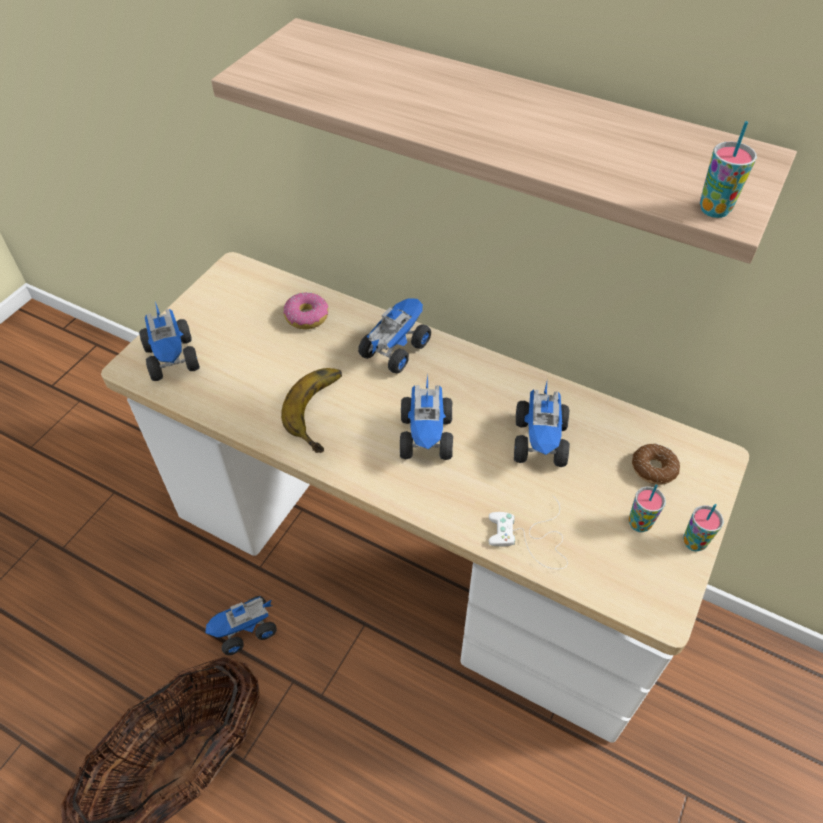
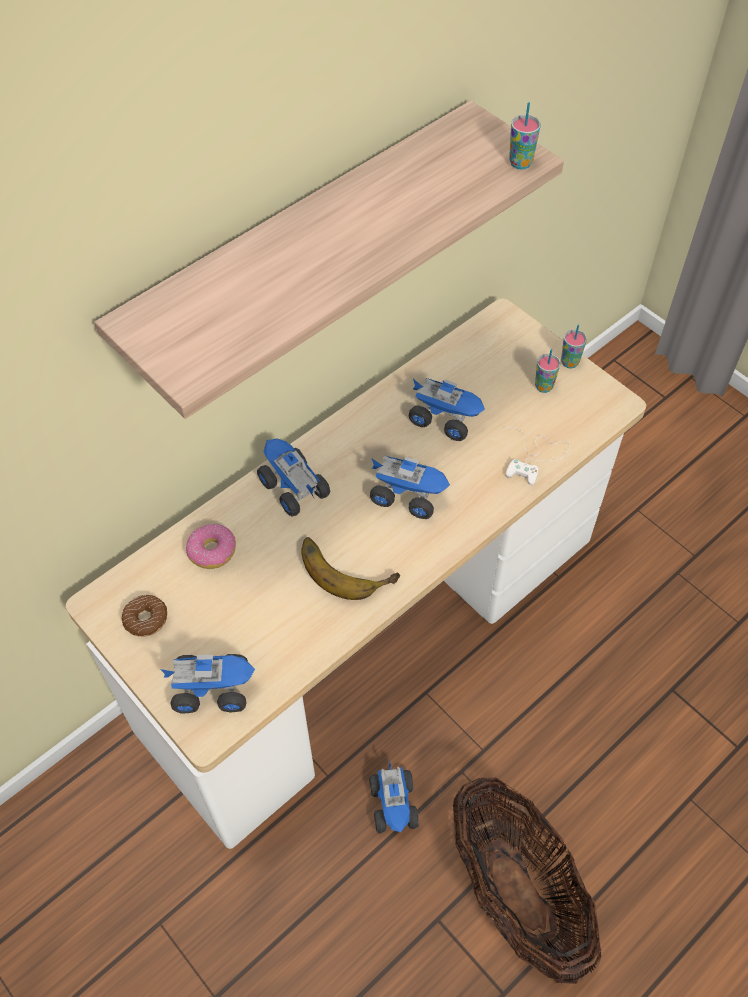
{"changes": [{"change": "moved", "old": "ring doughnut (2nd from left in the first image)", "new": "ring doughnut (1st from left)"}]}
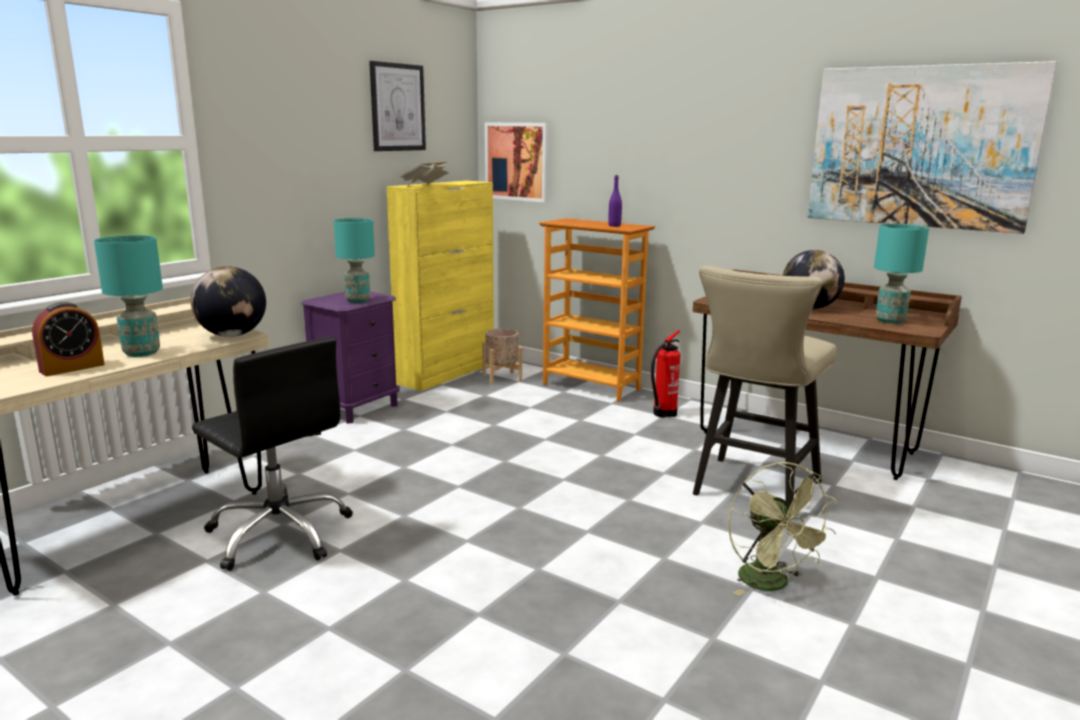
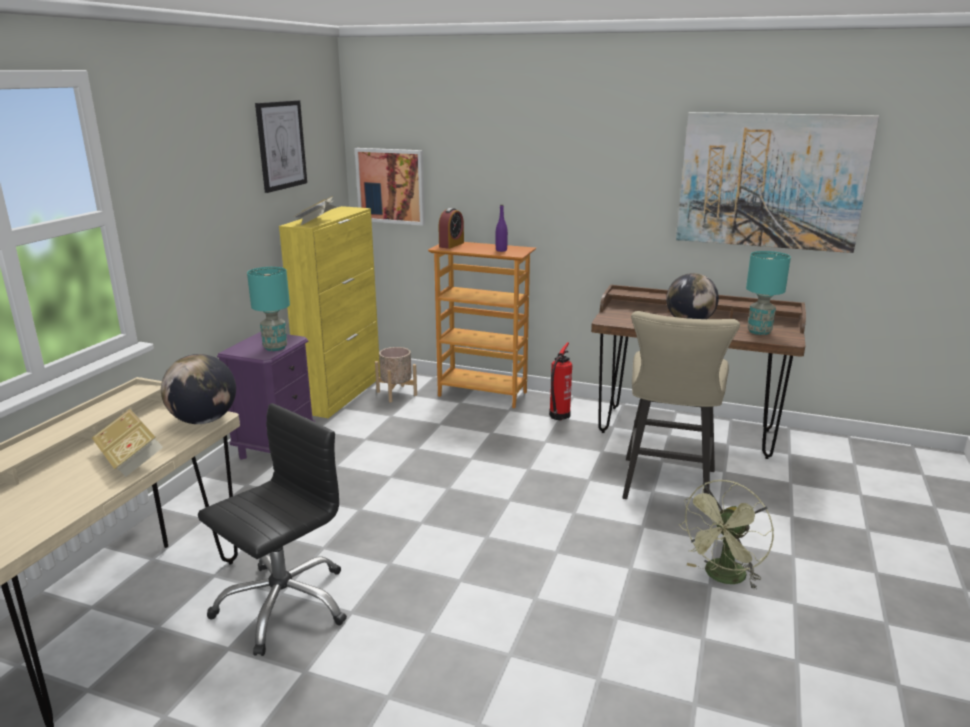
{"changes": [{"change": "moved", "old": "bedside clock"}, {"change": "replaced", "old": "turquoise-coloured lamp for a table (1st from left)", "new": "book (1st from left)"}, {"change": "turned", "old": "blackish office chair", "degrees": -75}, {"change": "turned", "old": "green-coloured cooling fan", "degrees": 75}]}
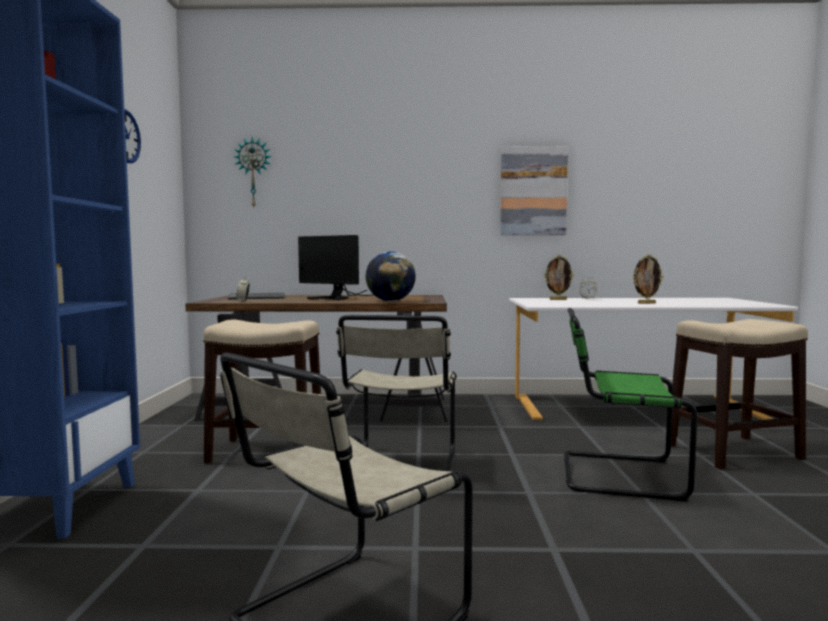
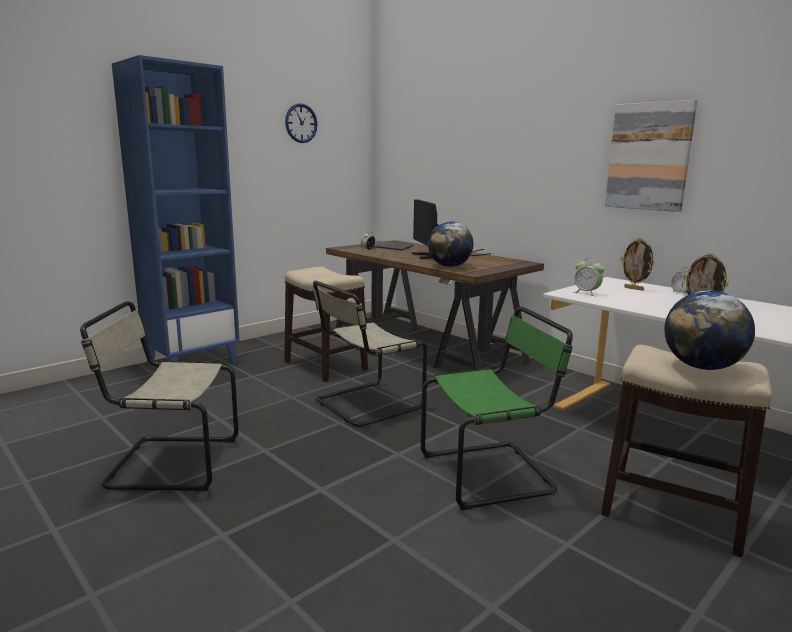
{"changes": [{"change": "removed", "old": "wall clock (2nd from left)"}, {"change": "added", "new": "bedside clock (2nd from left)"}, {"change": "added", "new": "desk globe (2nd from left)"}, {"change": "turned", "old": "green-coloured chair", "degrees": 105}]}
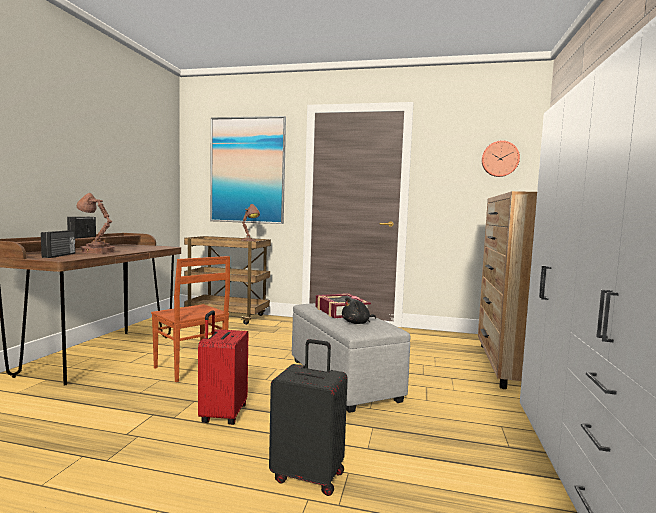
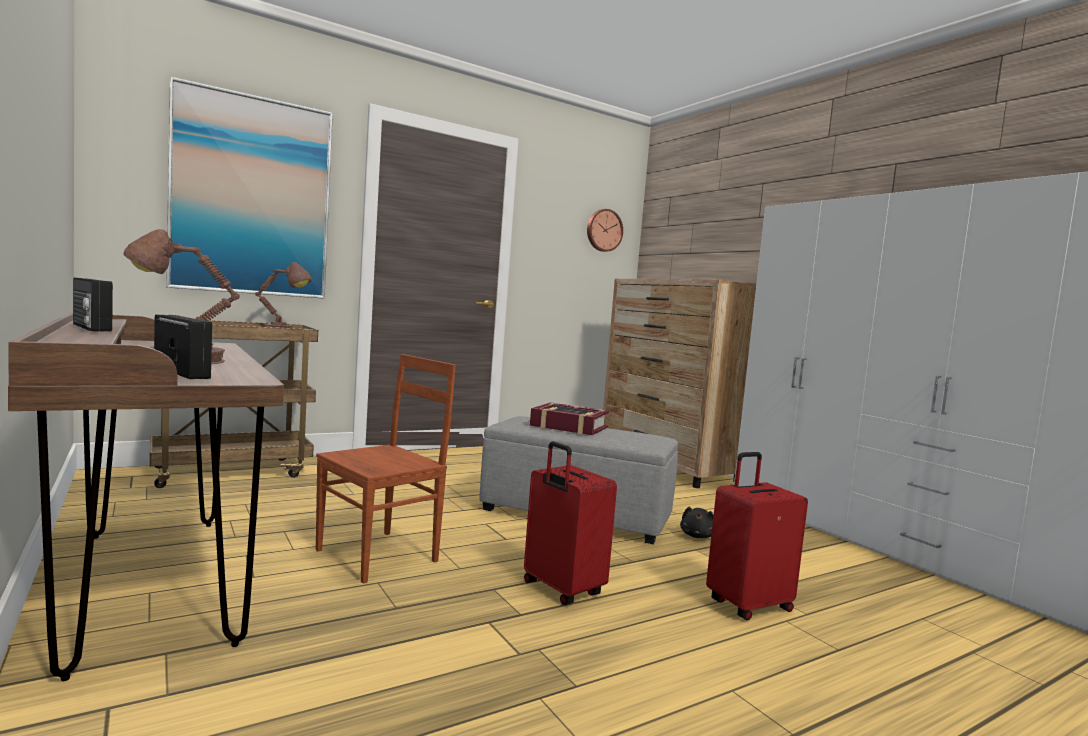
{"changes": [{"change": "moved", "old": "blackish plush toy"}, {"change": "recoloured", "old": "blackish piece of luggage", "new": "red piece of luggage (2nd from left)"}, {"change": "turned", "old": "brown-coloured chair", "degrees": -45}]}
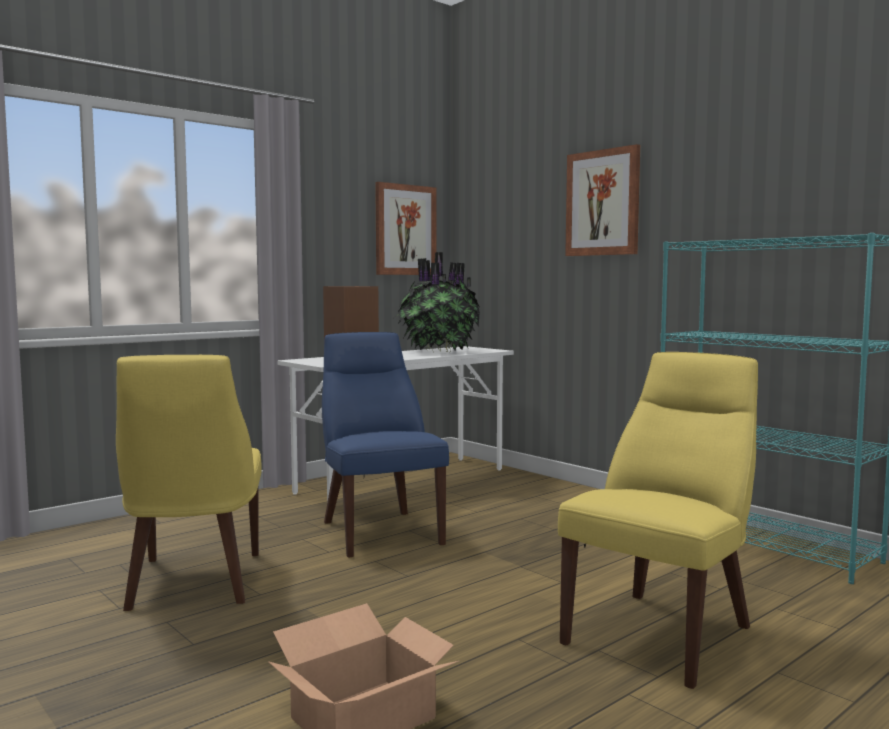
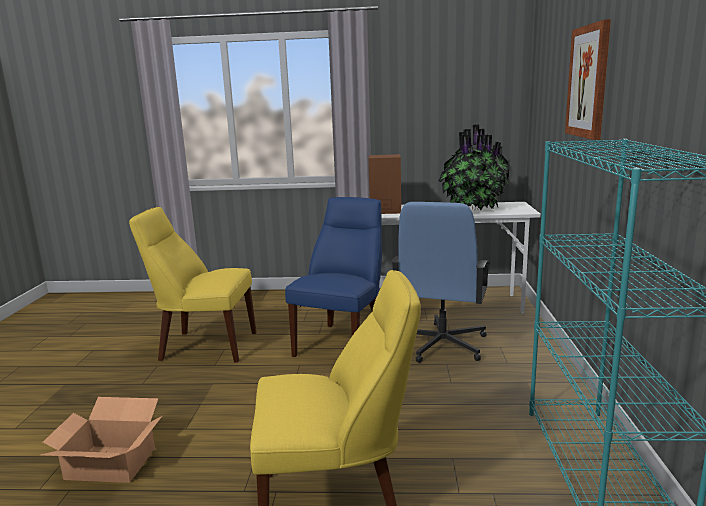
{"changes": [{"change": "removed", "old": "wall picture (1st from left)"}, {"change": "added", "new": "blue office chair"}, {"change": "turned", "old": "yellow chair (1st from left)", "degrees": 60}]}
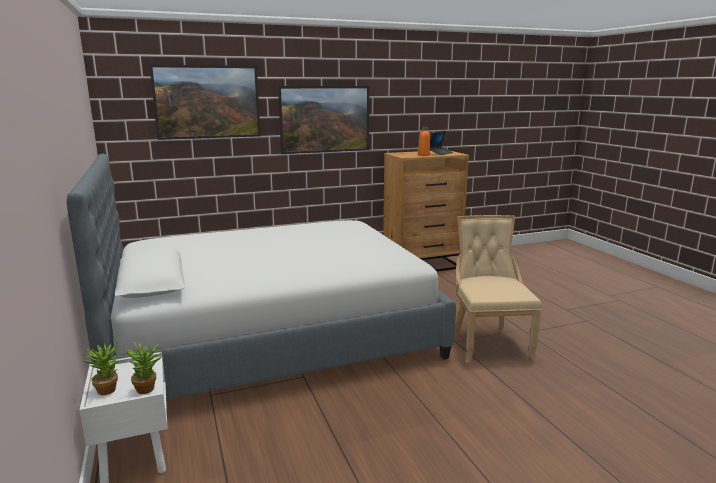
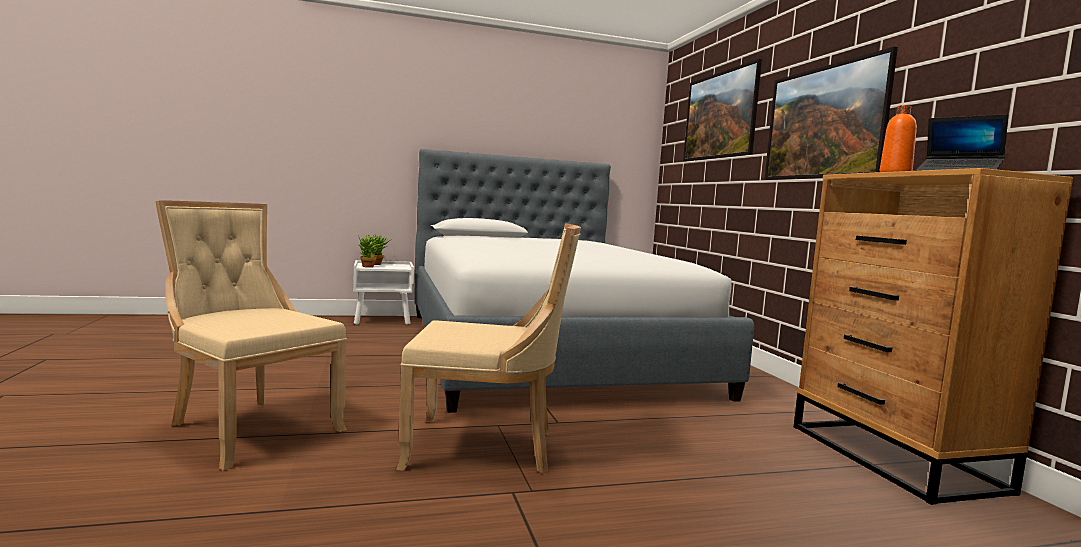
{"changes": [{"change": "added", "new": "beige-coloured chair (1st from left)"}]}
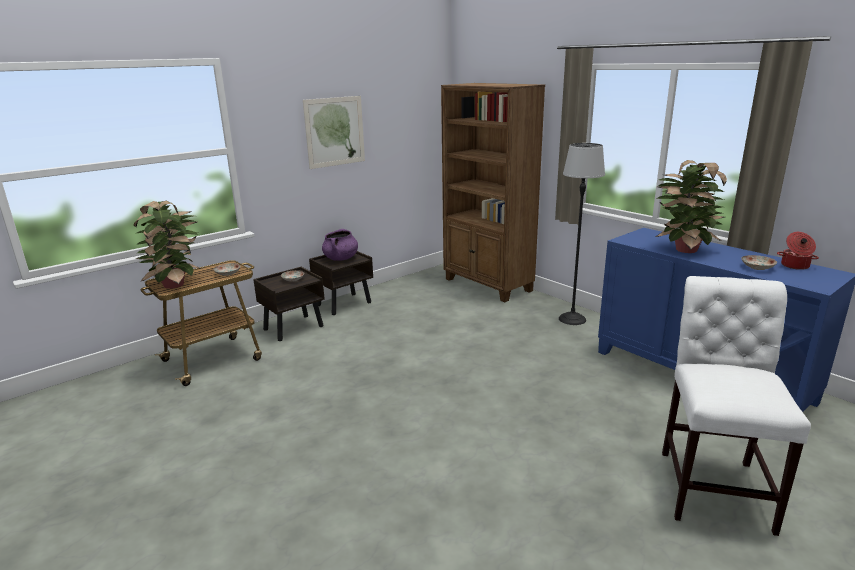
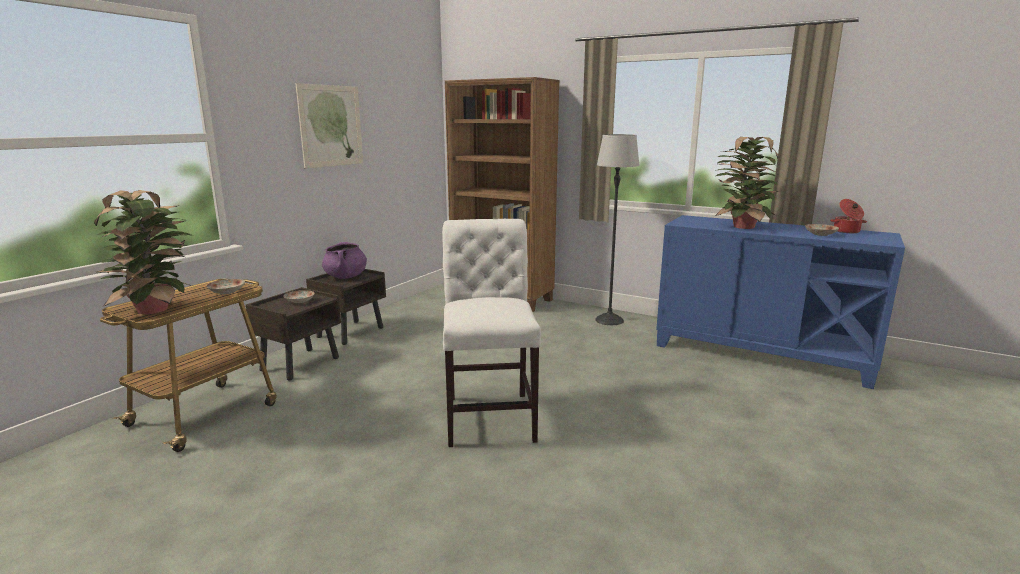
{"changes": [{"change": "moved", "old": "whitish chair"}]}
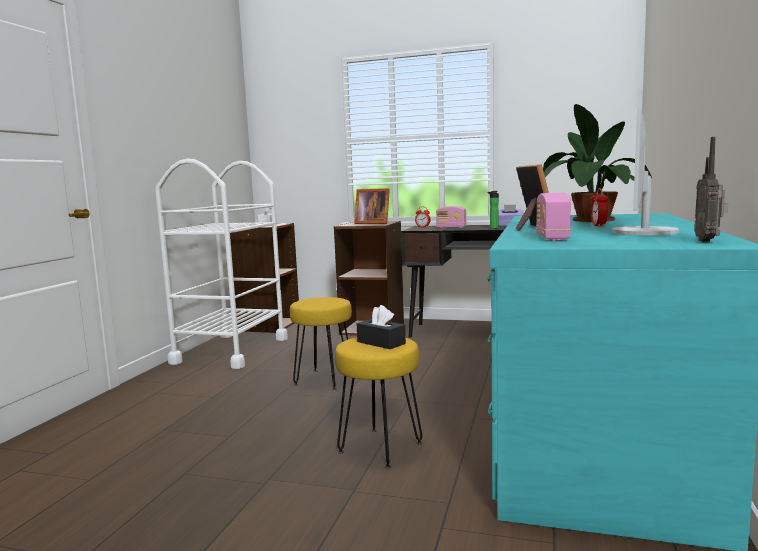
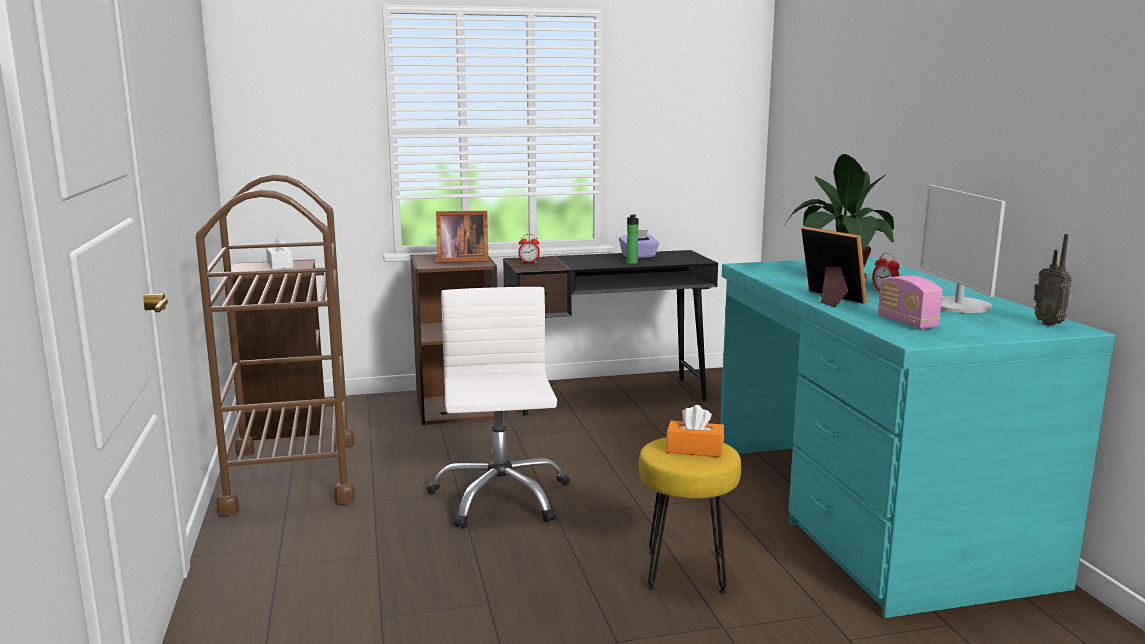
{"changes": [{"change": "removed", "old": "radio (1st from left)"}, {"change": "replaced", "old": "yellow stool (1st from left)", "new": "whitish office chair"}, {"change": "recoloured", "old": "whitish trolley", "new": "brown-coloured trolley"}, {"change": "recoloured", "old": "blackish box of tissues", "new": "orange box of tissues"}]}
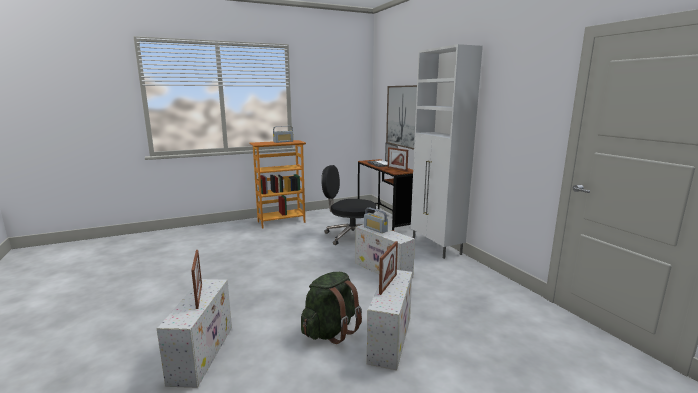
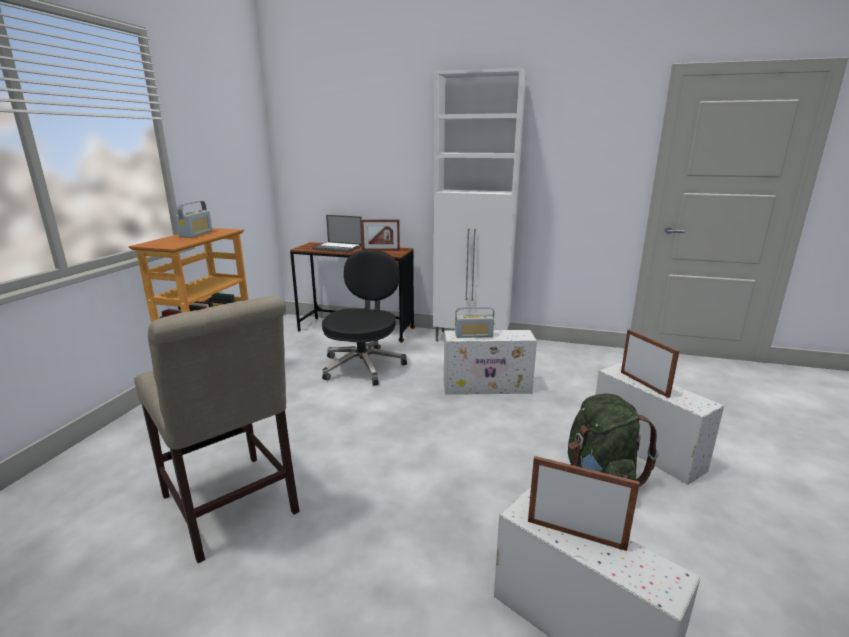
{"changes": [{"change": "removed", "old": "wall picture"}, {"change": "added", "new": "beige-coloured chair"}, {"change": "turned", "old": "blackish office chair", "degrees": 135}]}
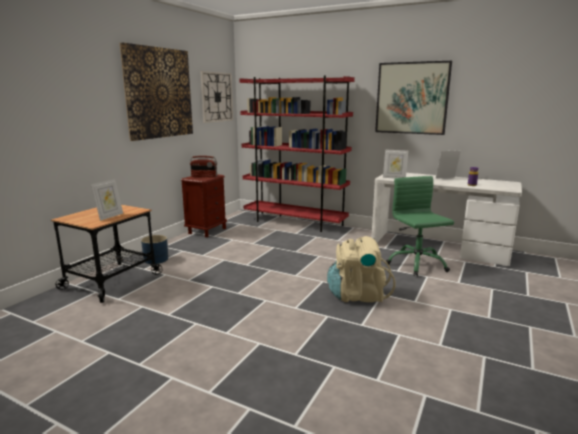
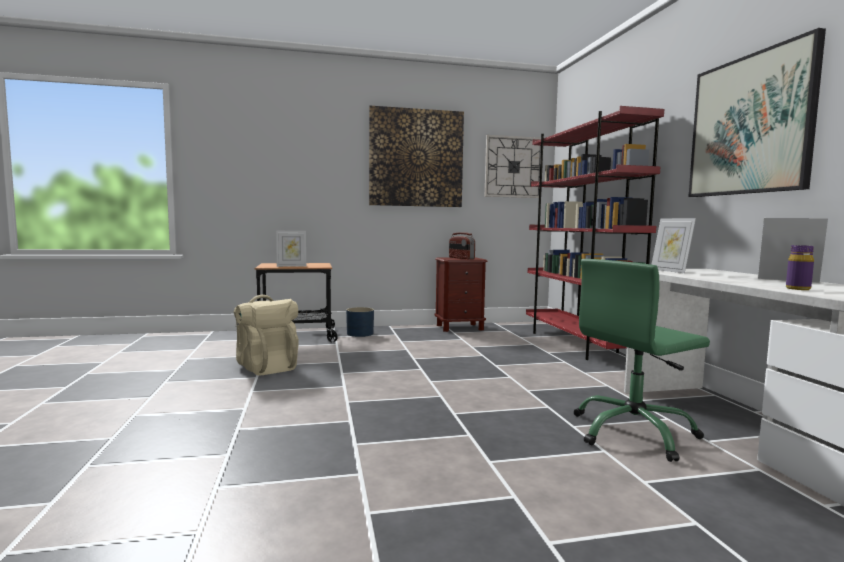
{"changes": [{"change": "moved", "old": "beige-coloured backpack"}, {"change": "turned", "old": "green-coloured office chair", "degrees": -150}]}
